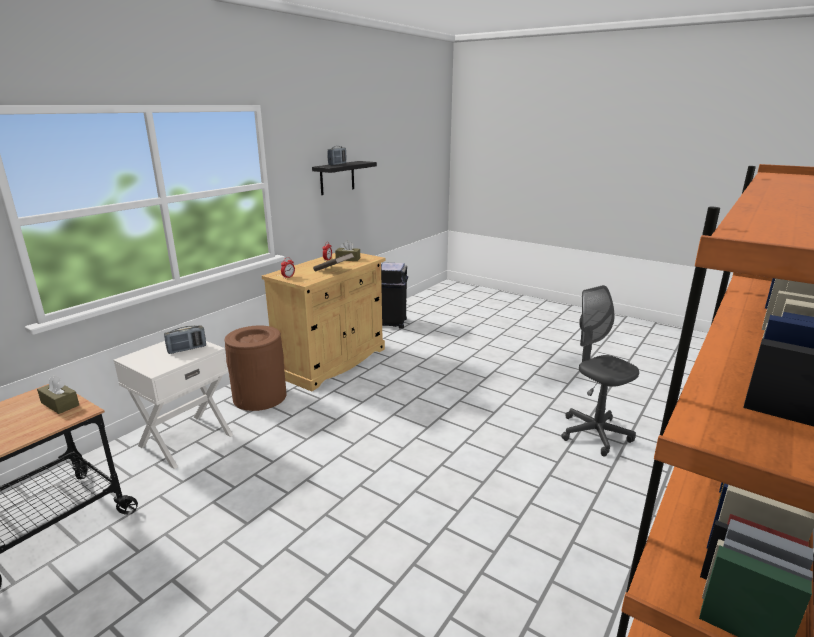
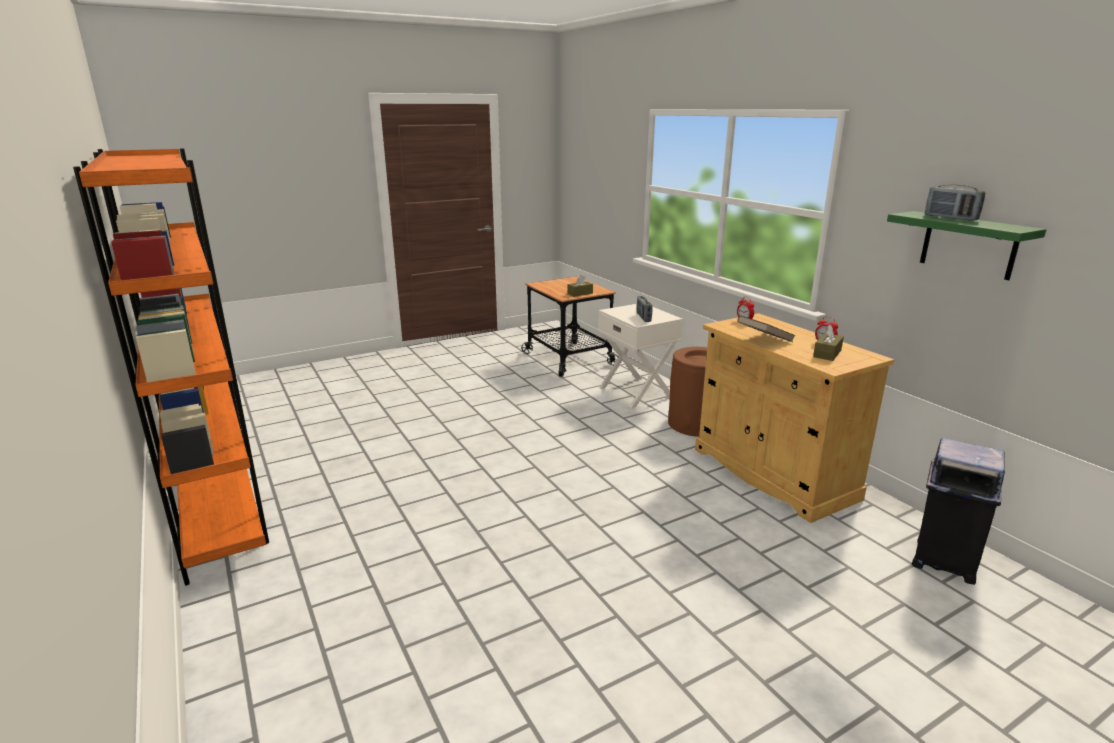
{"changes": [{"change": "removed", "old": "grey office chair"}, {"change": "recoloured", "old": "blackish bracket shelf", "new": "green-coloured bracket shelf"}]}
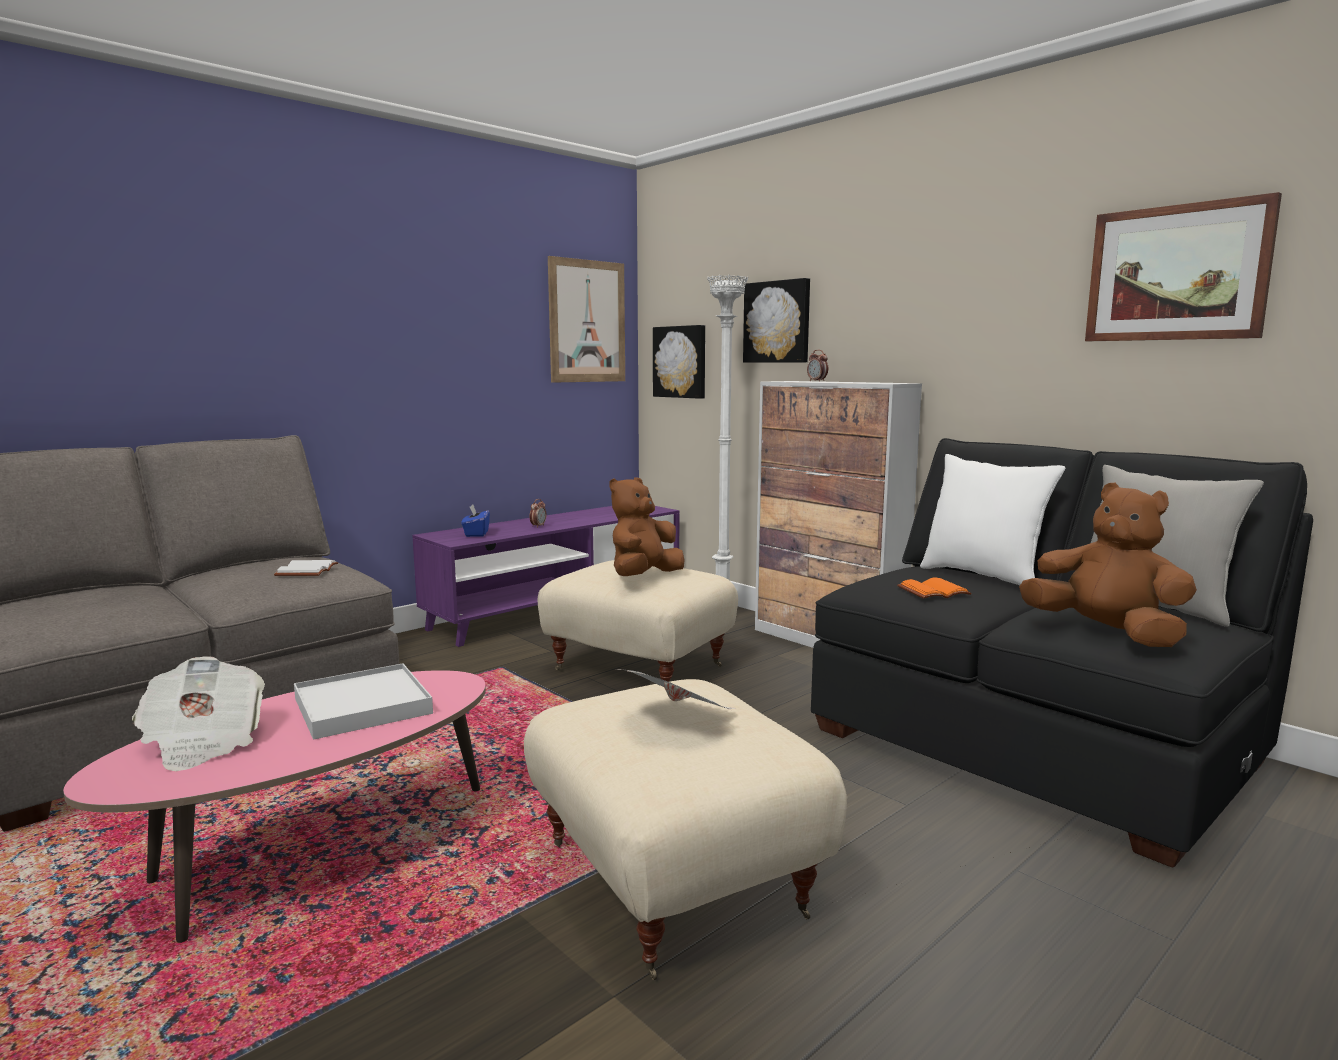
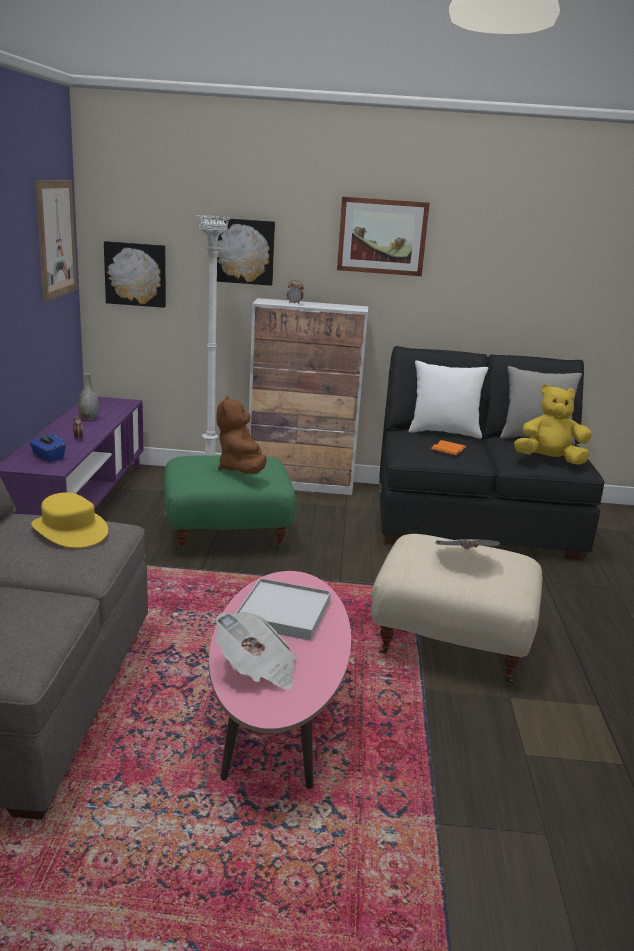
{"changes": [{"change": "added", "new": "grey flower vase"}, {"change": "moved", "old": "wall picture (4th from left)"}, {"change": "replaced", "old": "whitish book", "new": "yellow wearable hat"}, {"change": "recoloured", "old": "beige-coloured pouffe (1st from left)", "new": "green-coloured pouffe"}, {"change": "recoloured", "old": "brown-coloured plush toy (2nd from left)", "new": "yellow plush toy"}]}
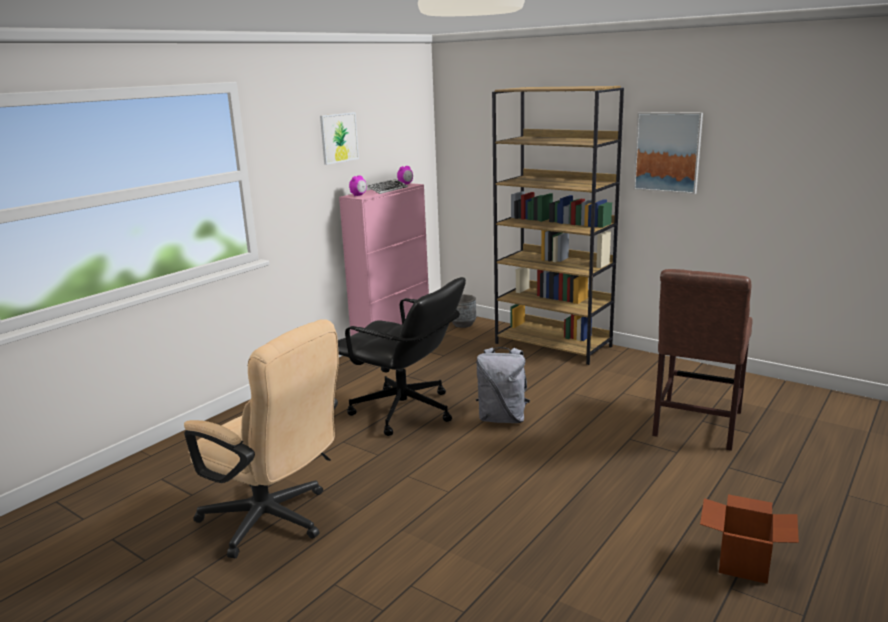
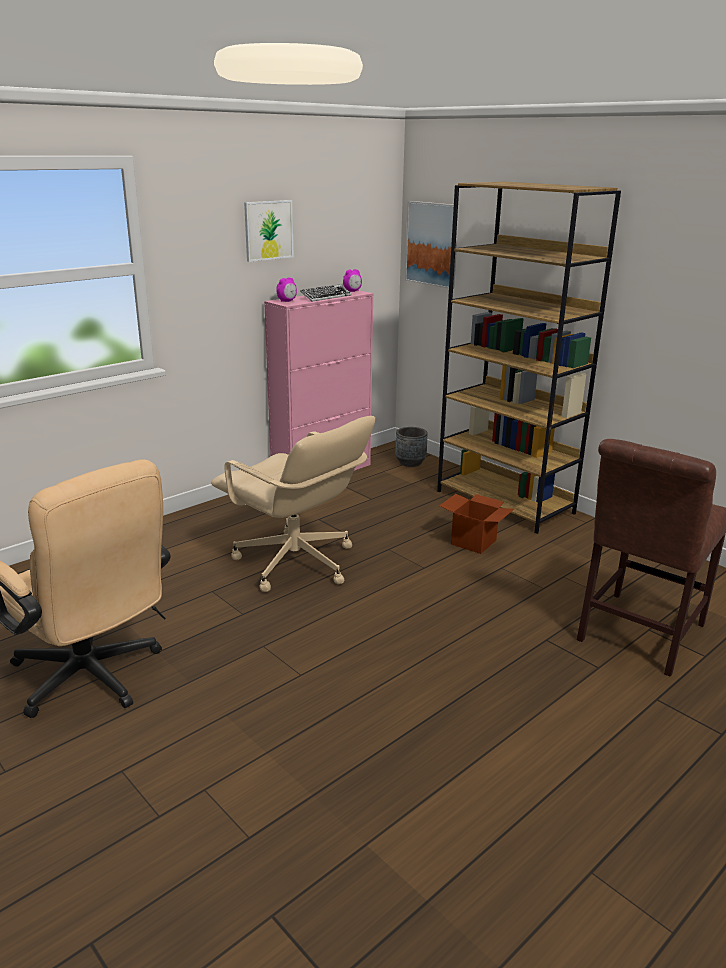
{"changes": [{"change": "removed", "old": "grey backpack"}, {"change": "moved", "old": "wall picture (2nd from left)"}, {"change": "moved", "old": "packing box"}, {"change": "recoloured", "old": "blackish office chair", "new": "beige-coloured office chair (2nd from left)"}]}
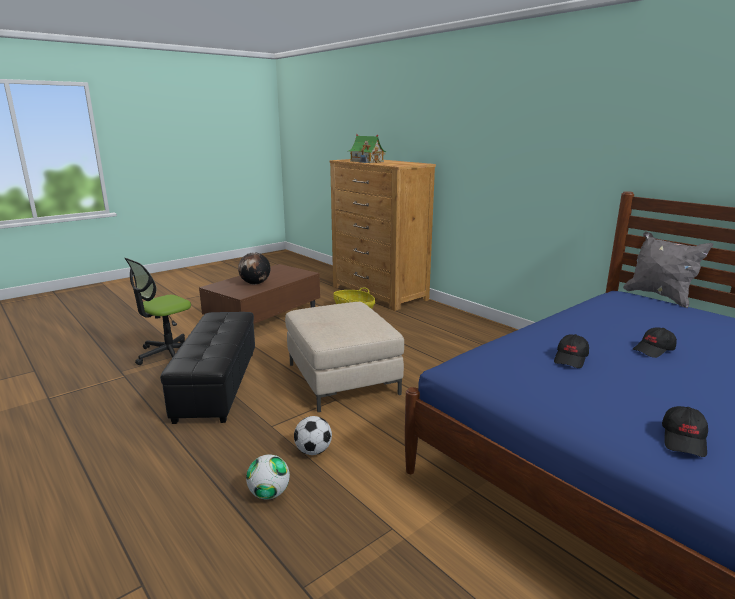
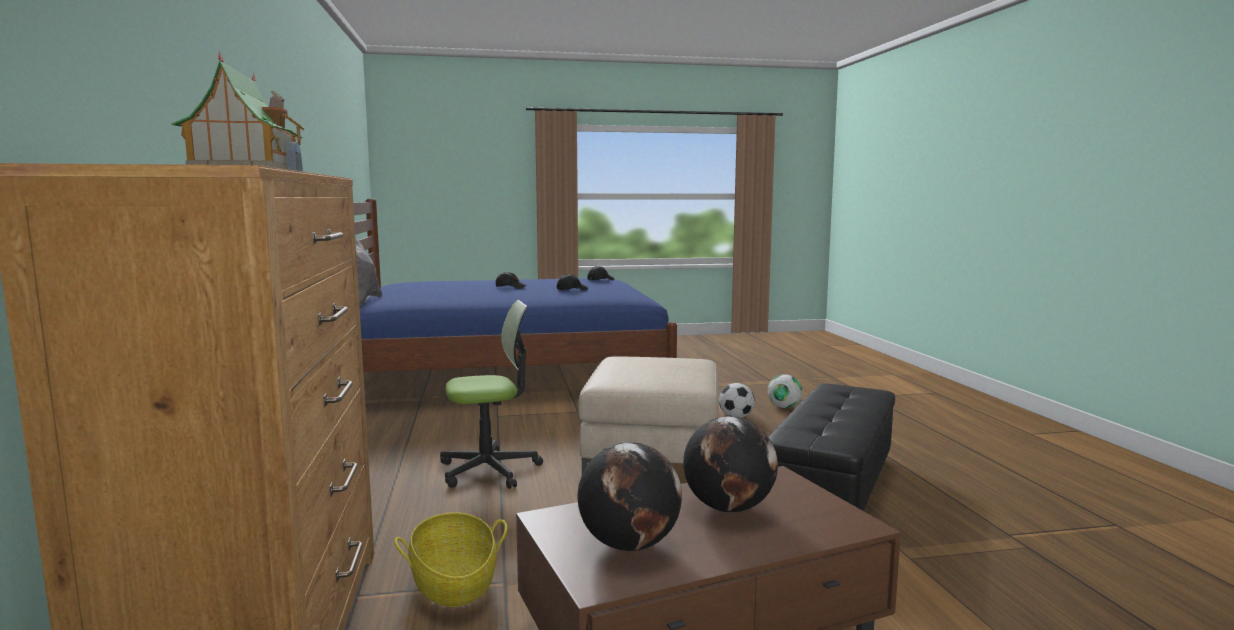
{"changes": [{"change": "added", "new": "desk globe (1st from left)"}, {"change": "moved", "old": "office chair"}]}
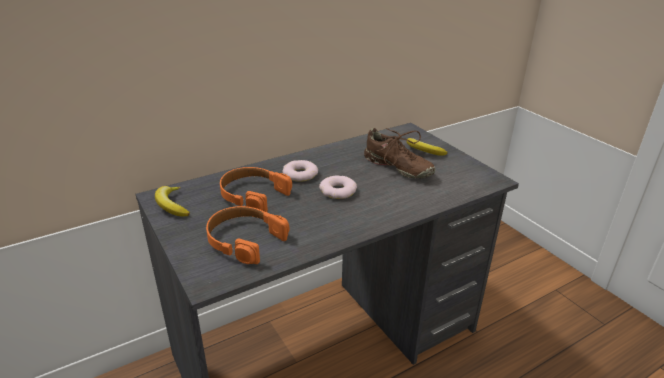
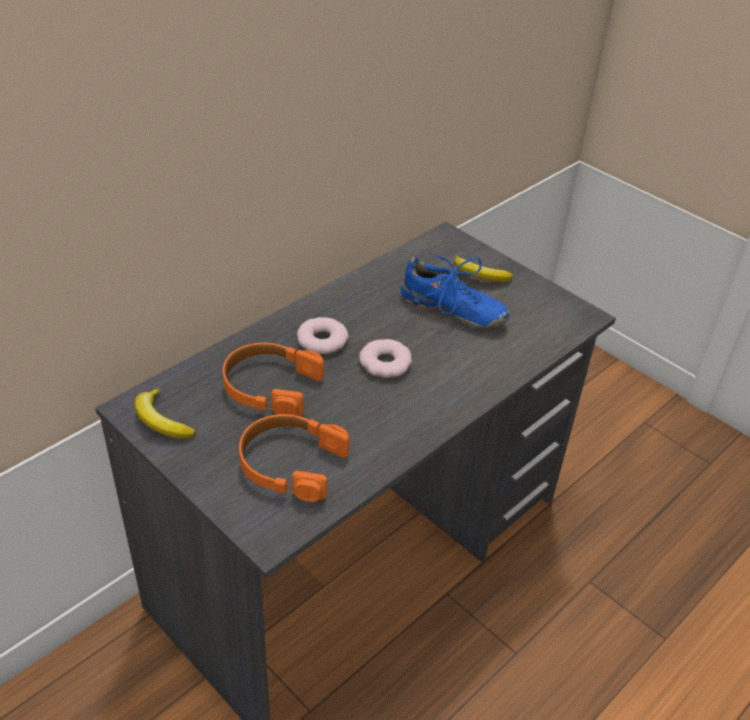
{"changes": [{"change": "recoloured", "old": "brown-coloured low shoe", "new": "blue low shoe"}]}
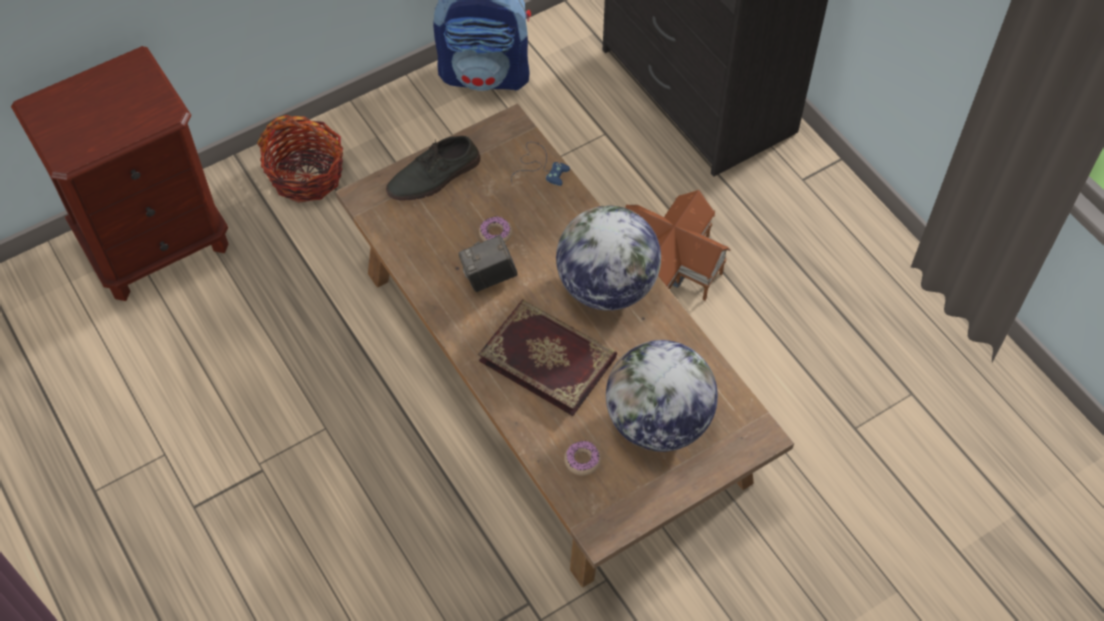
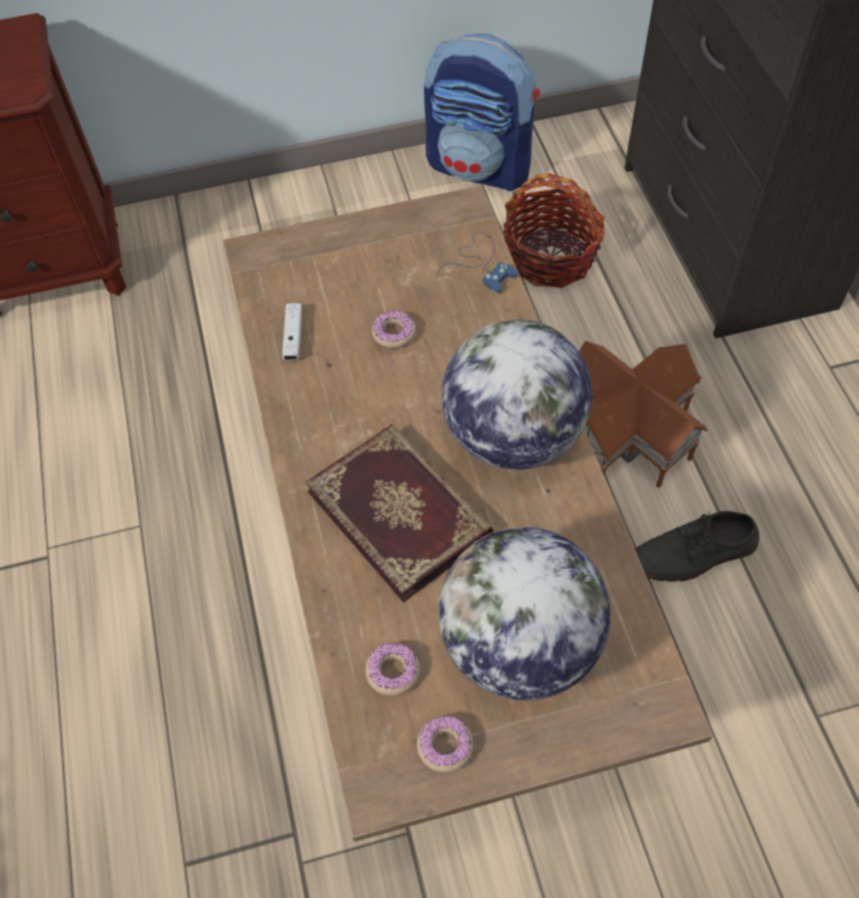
{"changes": [{"change": "removed", "old": "photo camera"}, {"change": "added", "new": "whitish game controller"}, {"change": "added", "new": "ring doughnut (3rd from left)"}, {"change": "moved", "old": "household basket"}, {"change": "moved", "old": "grey low shoe"}]}
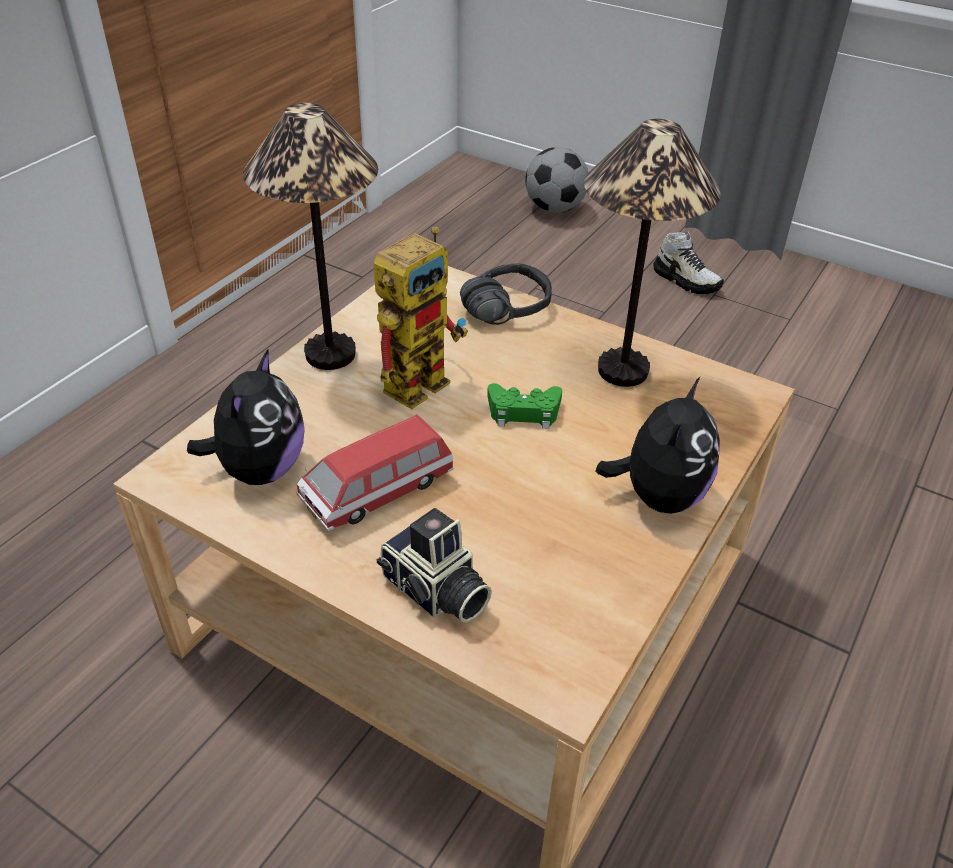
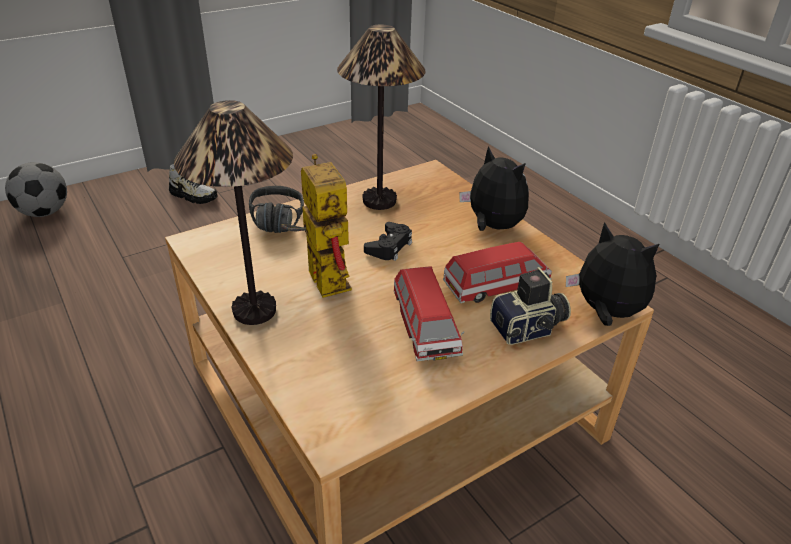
{"changes": [{"change": "added", "new": "miniature car (2nd from left)"}, {"change": "moved", "old": "plush toy (1st from left in the first image)", "new": "plush toy (2nd from left)"}, {"change": "recoloured", "old": "green-coloured game controller", "new": "blackish game controller"}, {"change": "turned", "old": "low shoe", "degrees": 45}]}
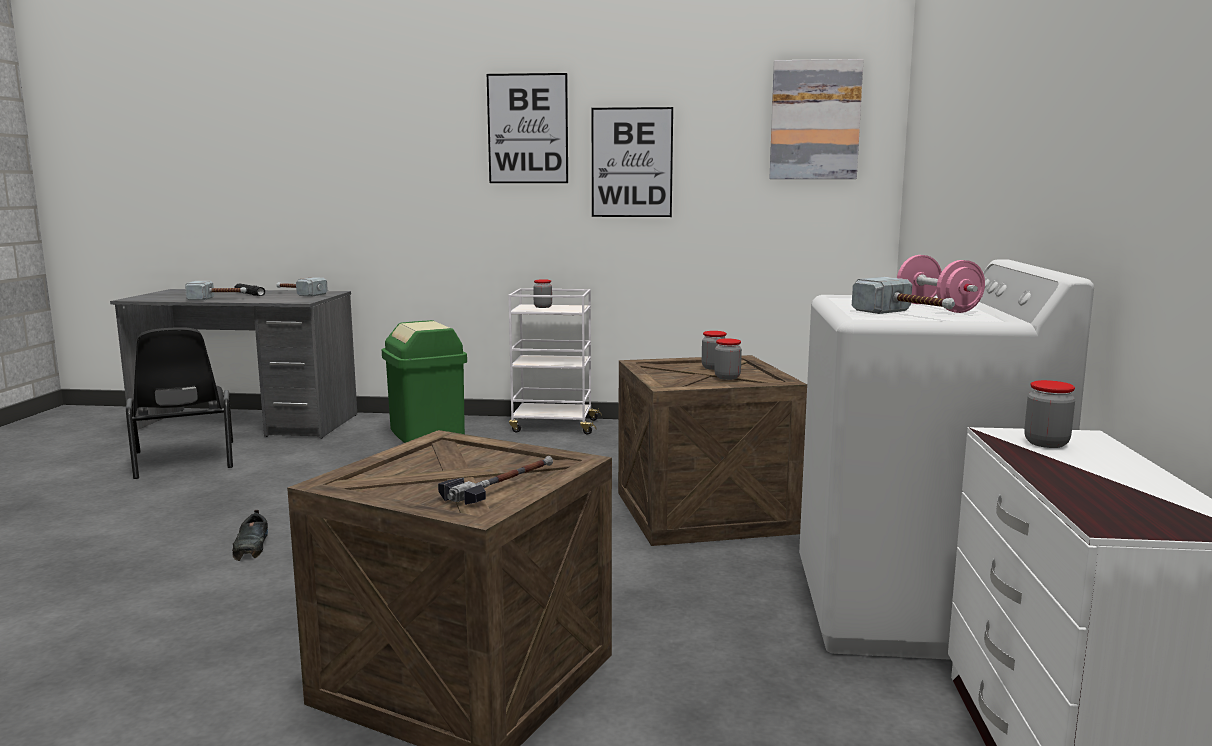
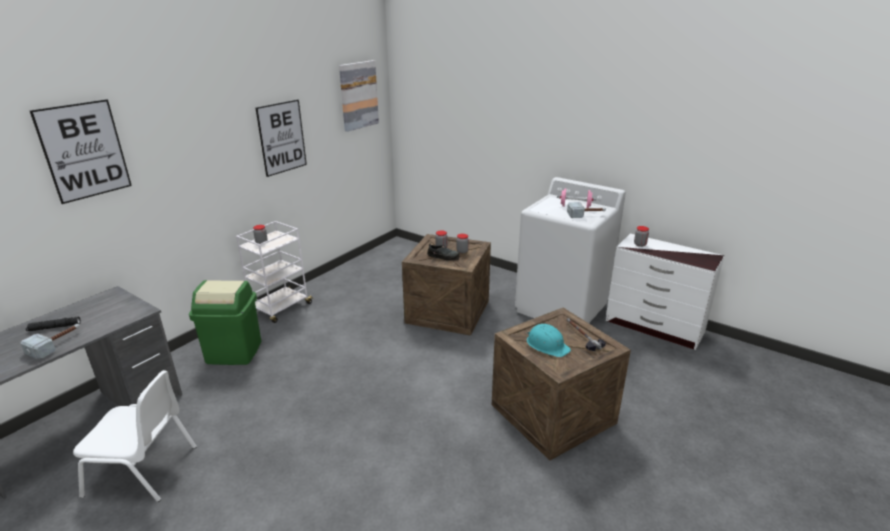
{"changes": [{"change": "removed", "old": "tool hammer (2nd from left)"}, {"change": "added", "new": "turquoise-coloured work helmet"}, {"change": "moved", "old": "blackish low shoe"}, {"change": "moved", "old": "wall picture (1st from left)"}, {"change": "recoloured", "old": "blackish chair", "new": "whitish chair"}]}
